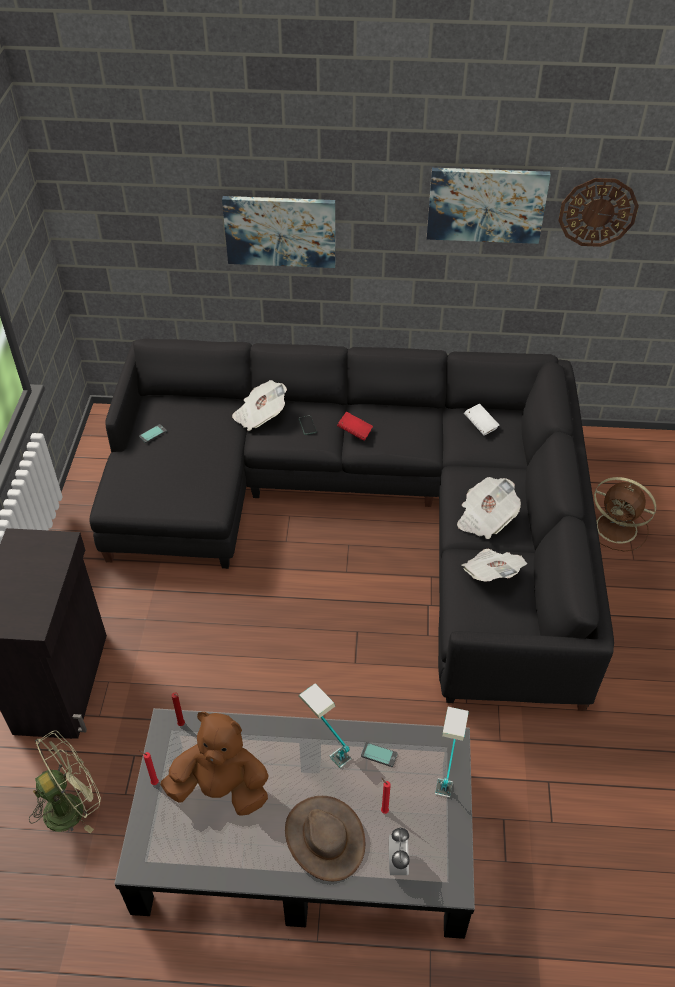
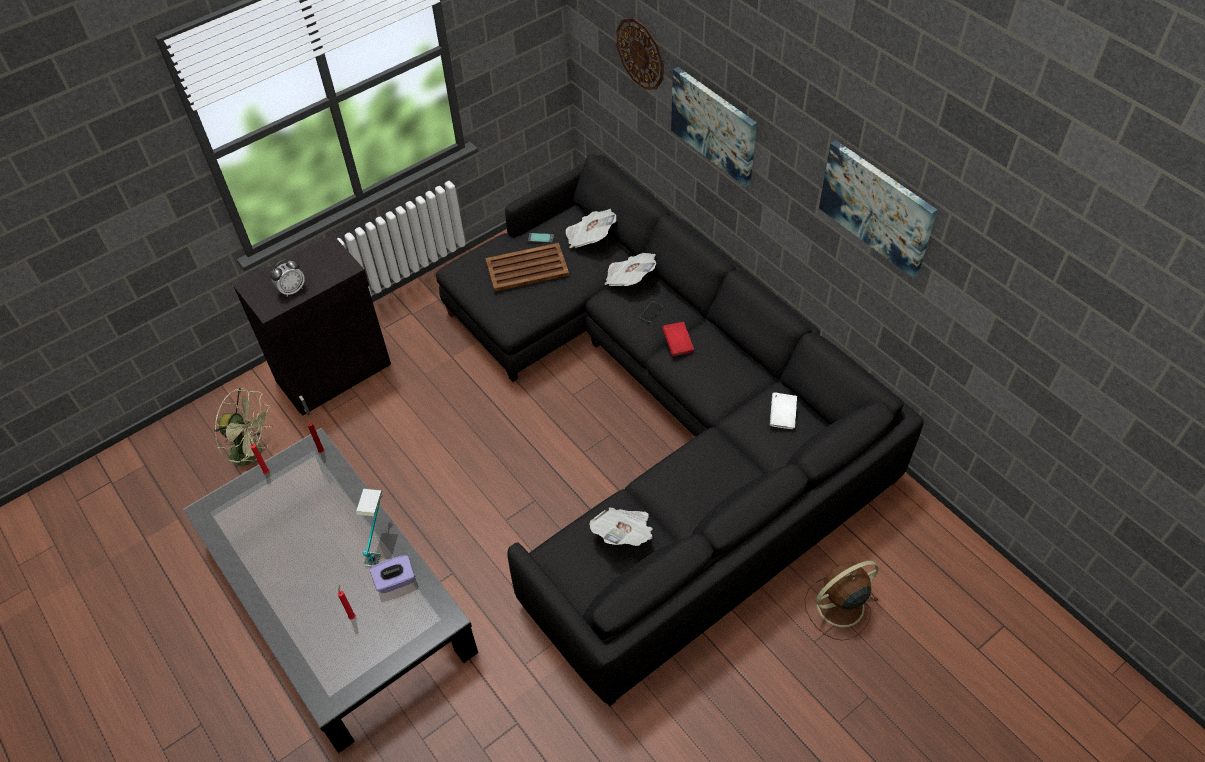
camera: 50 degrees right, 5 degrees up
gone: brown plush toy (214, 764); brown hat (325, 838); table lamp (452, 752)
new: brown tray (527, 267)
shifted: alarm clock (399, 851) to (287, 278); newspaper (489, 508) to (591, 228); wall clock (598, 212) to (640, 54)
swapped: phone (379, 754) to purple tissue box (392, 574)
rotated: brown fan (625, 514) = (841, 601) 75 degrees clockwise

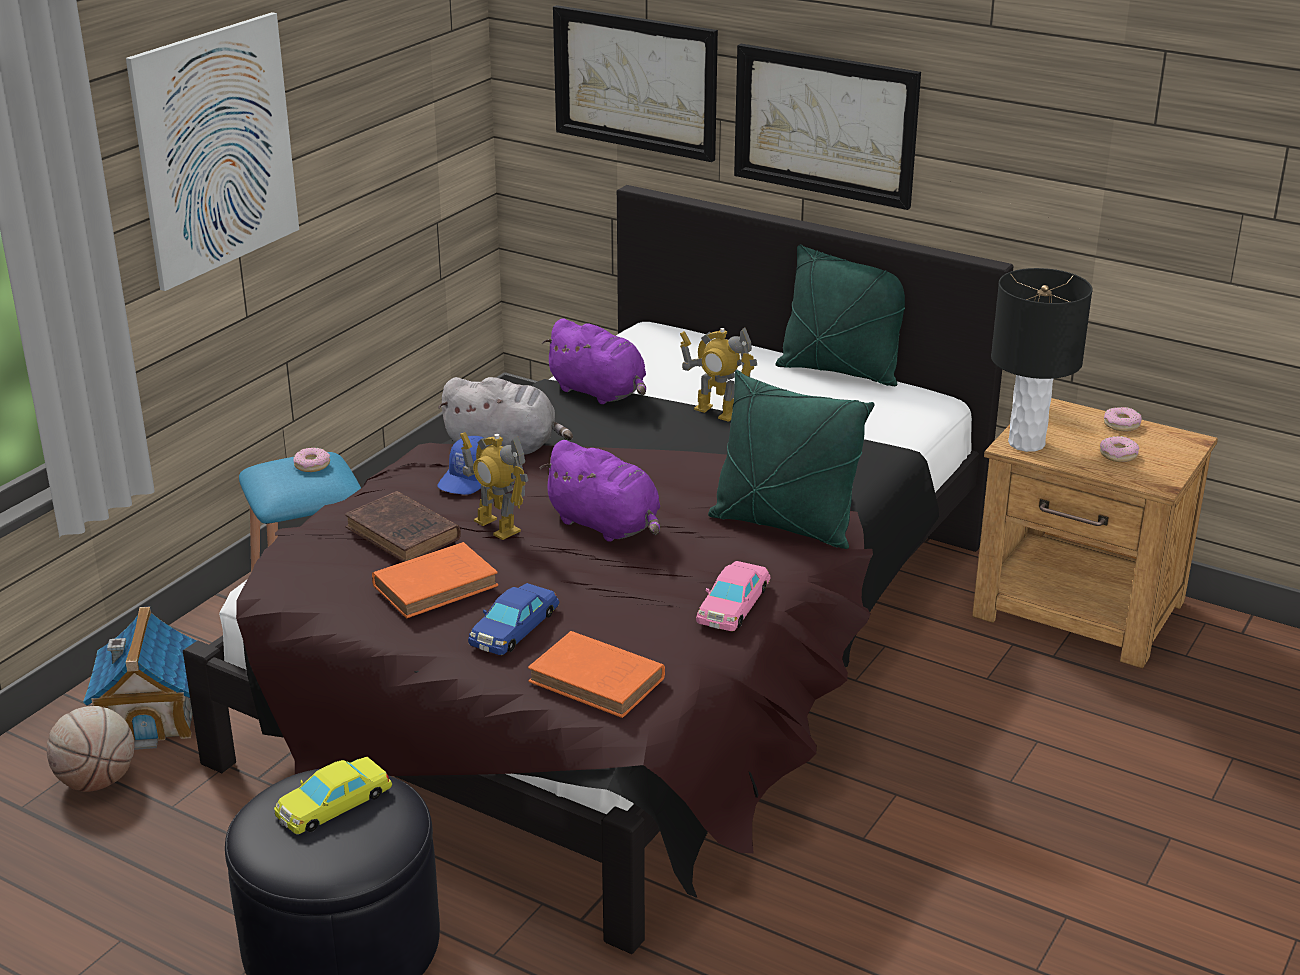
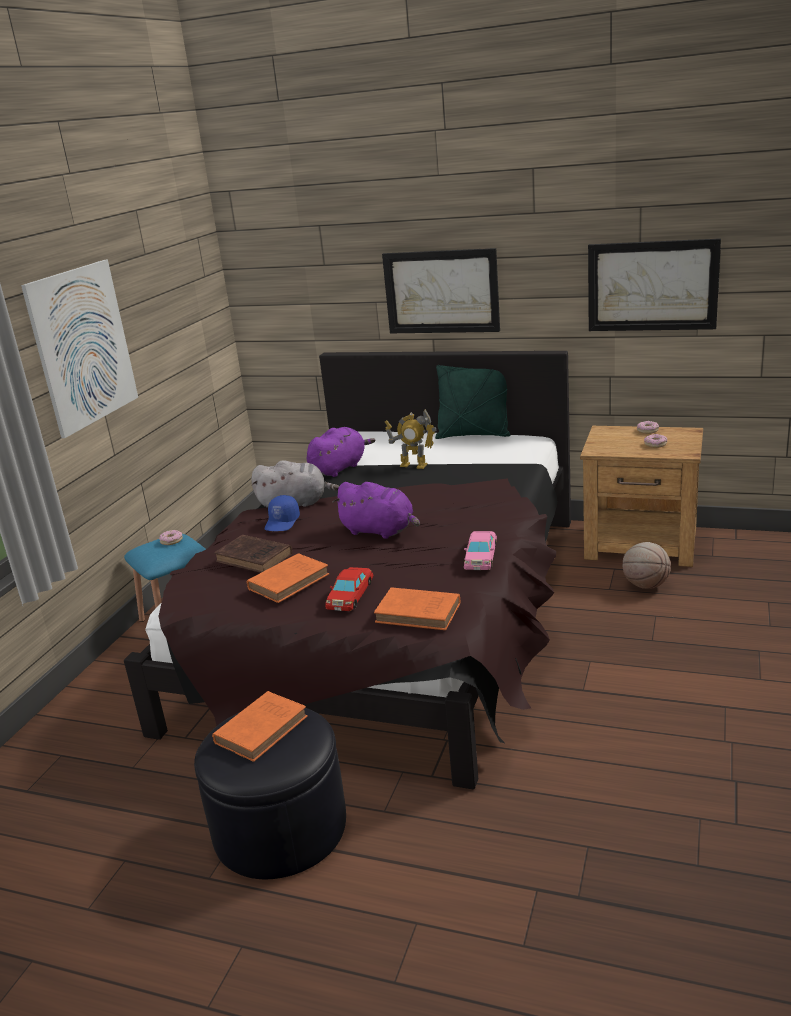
camera: 10 degrees left, 5 degrees down
gone: toy house (140, 678); toy robot (494, 486); green pillow (791, 459); black table lamp (1041, 360)
shifted: basketball (90, 749) to (647, 565); picture (635, 83) to (654, 284)
swapped: yellow toy car (333, 795) to orange book (260, 726)
repainted: blue toy car (513, 619) to red toy car (349, 589)
rotated: purple plush toy (594, 361) = (341, 452) 75 degrees counterclockwise

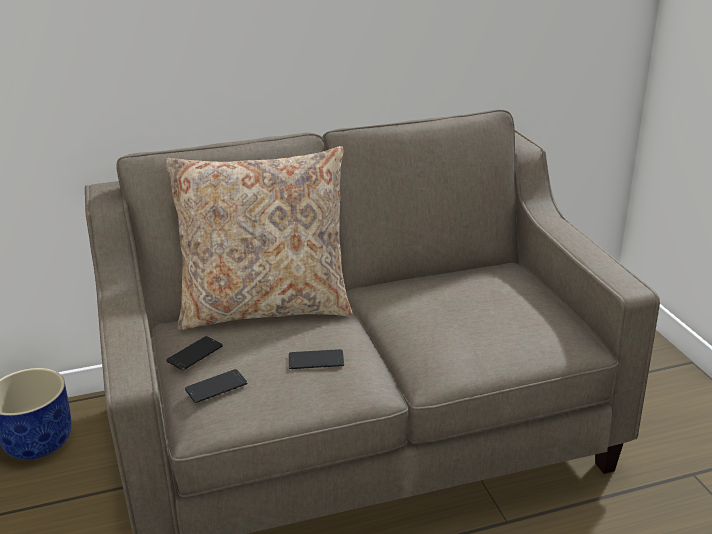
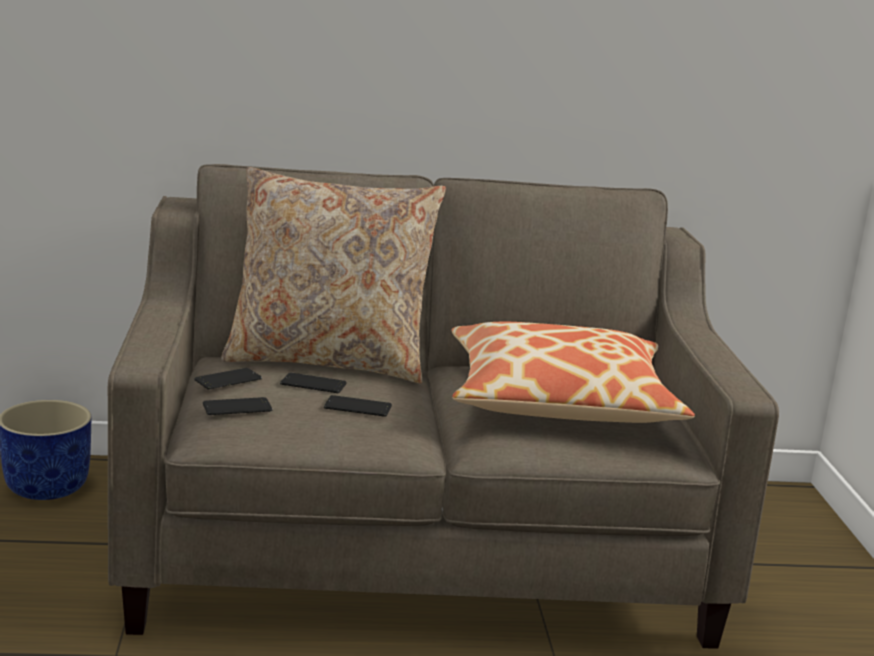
camera: 10 degrees right, 10 degrees down
new: phone (313, 383); pillow (573, 372)

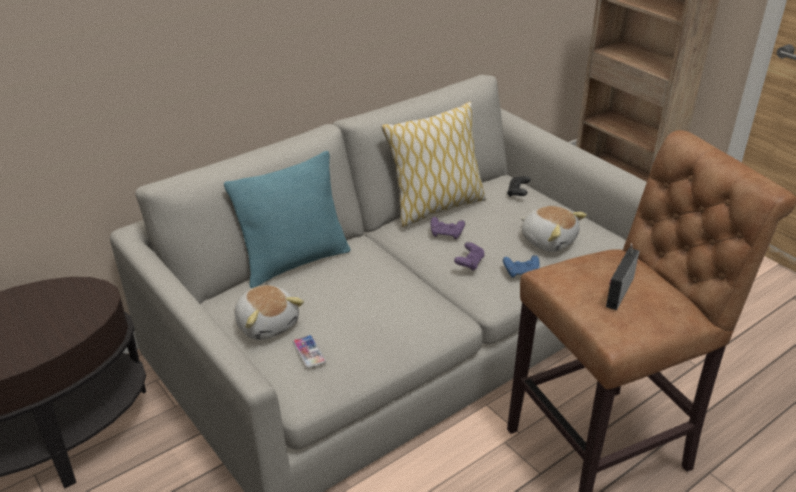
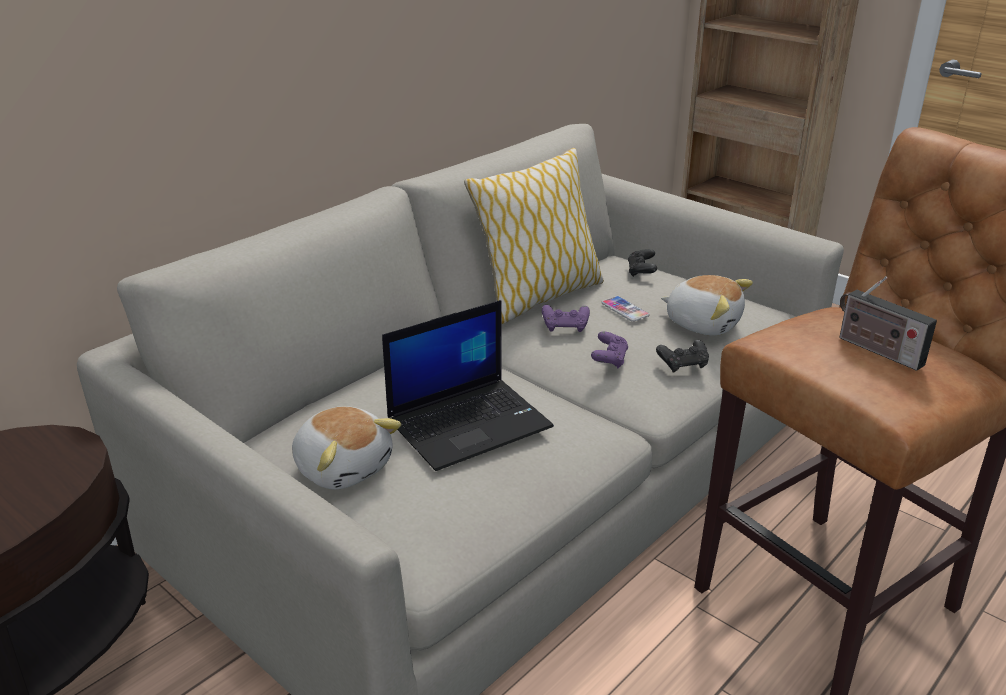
camera: 10 degrees left, 5 degrees down
gone: turquoise pillow (287, 219)
new: laptop (468, 385)
shifted: phone (309, 351) to (625, 309)
repainted: blue game controller (521, 266) to black game controller (682, 356)
rotated: radio (623, 276) = (888, 323) 60 degrees counterclockwise

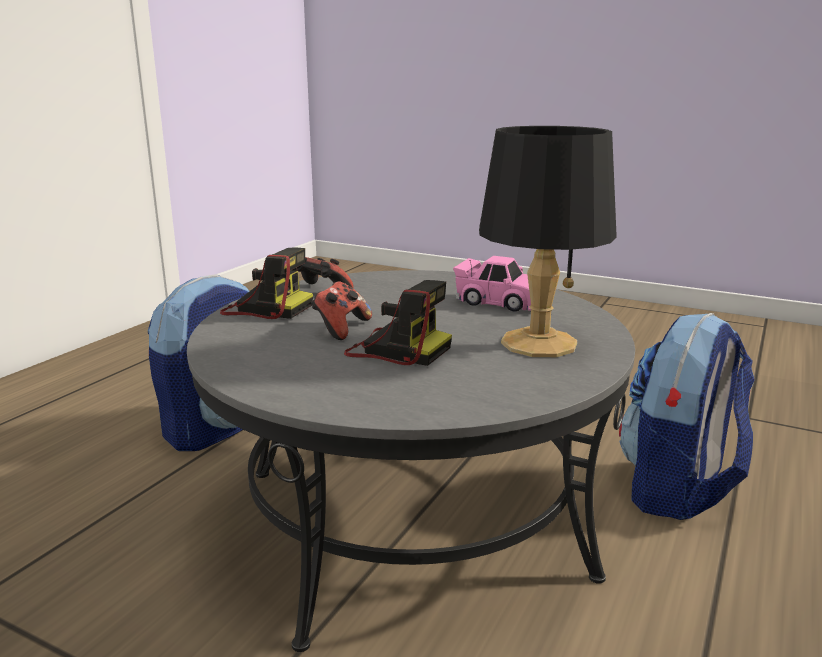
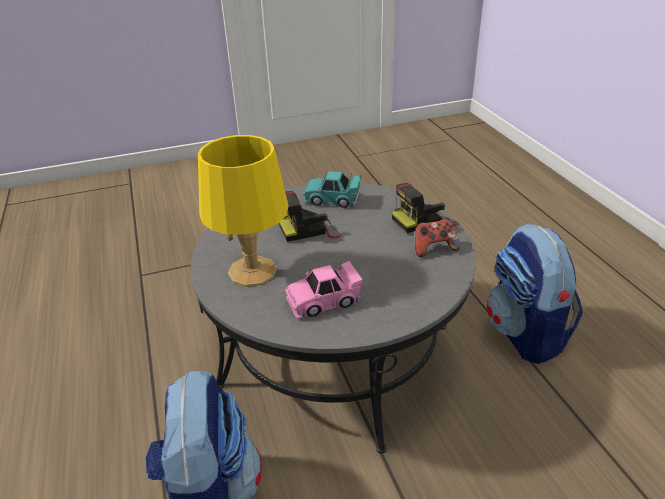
camera: 135 degrees right, 15 degrees up
gone: game controller (341, 310)
new: turquoise toy car (332, 189)
repainted: black table lamp (548, 241) to yellow table lamp (243, 211)

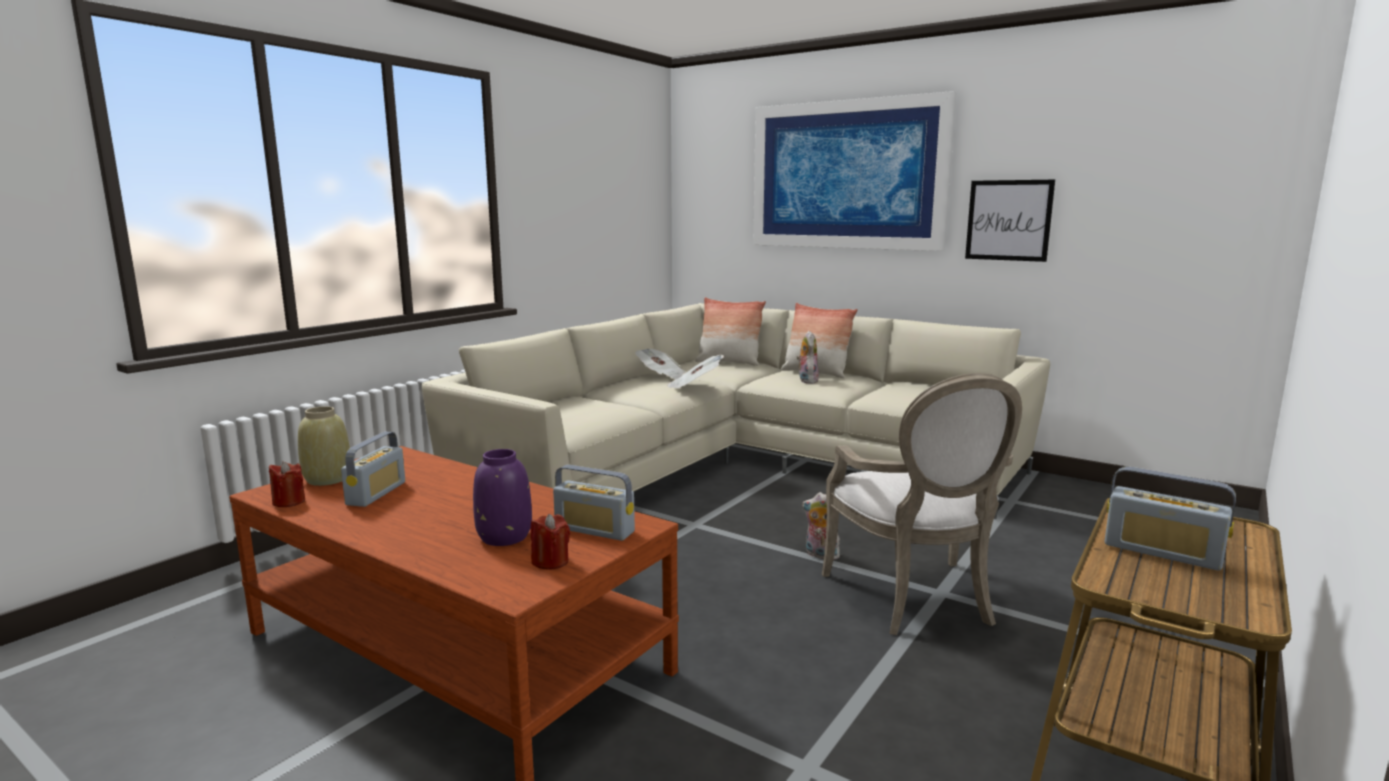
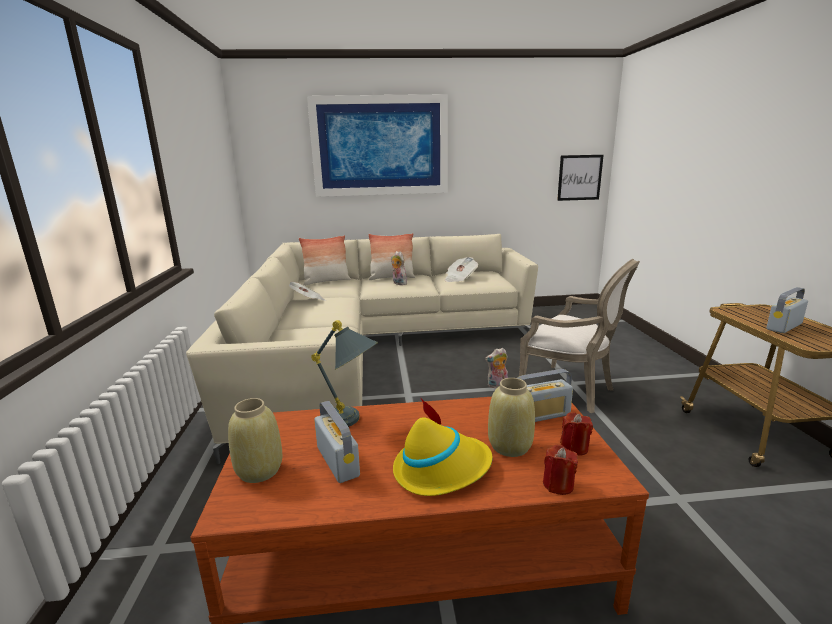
camera: 40 degrees left, 5 degrees up
new: grey table lamp (344, 373); yellow hat (443, 446)
shifted: red candle (287, 484) to (560, 469); newspaper (695, 372) to (461, 269); picture (1010, 221) to (580, 178)
repainted: purple vase (502, 497) to beige vase (511, 417)
rotated: radio (1170, 519) = (787, 310) 150 degrees clockwise

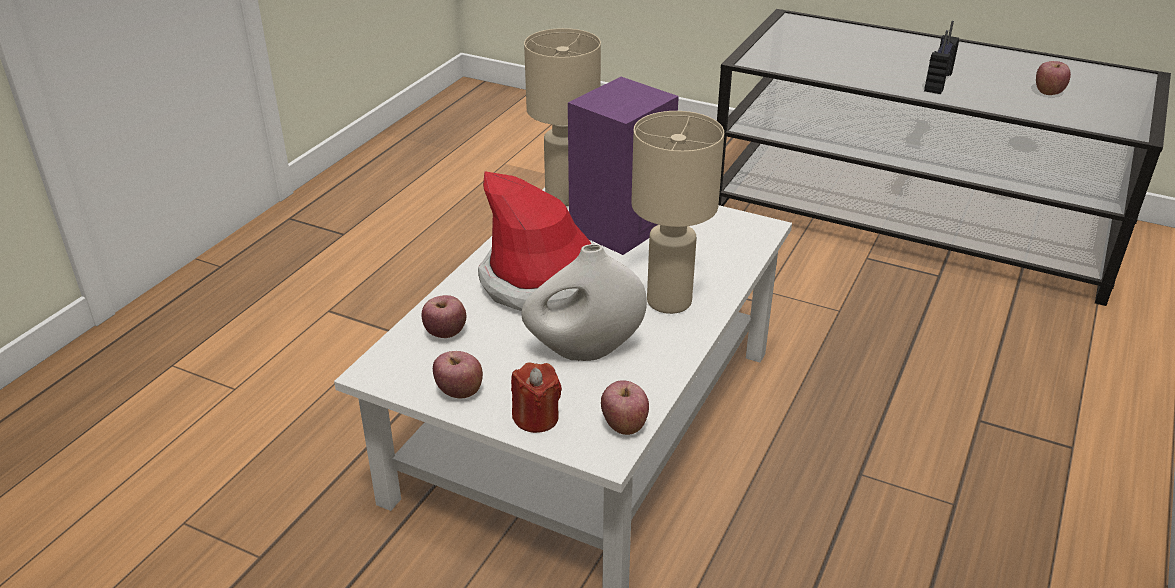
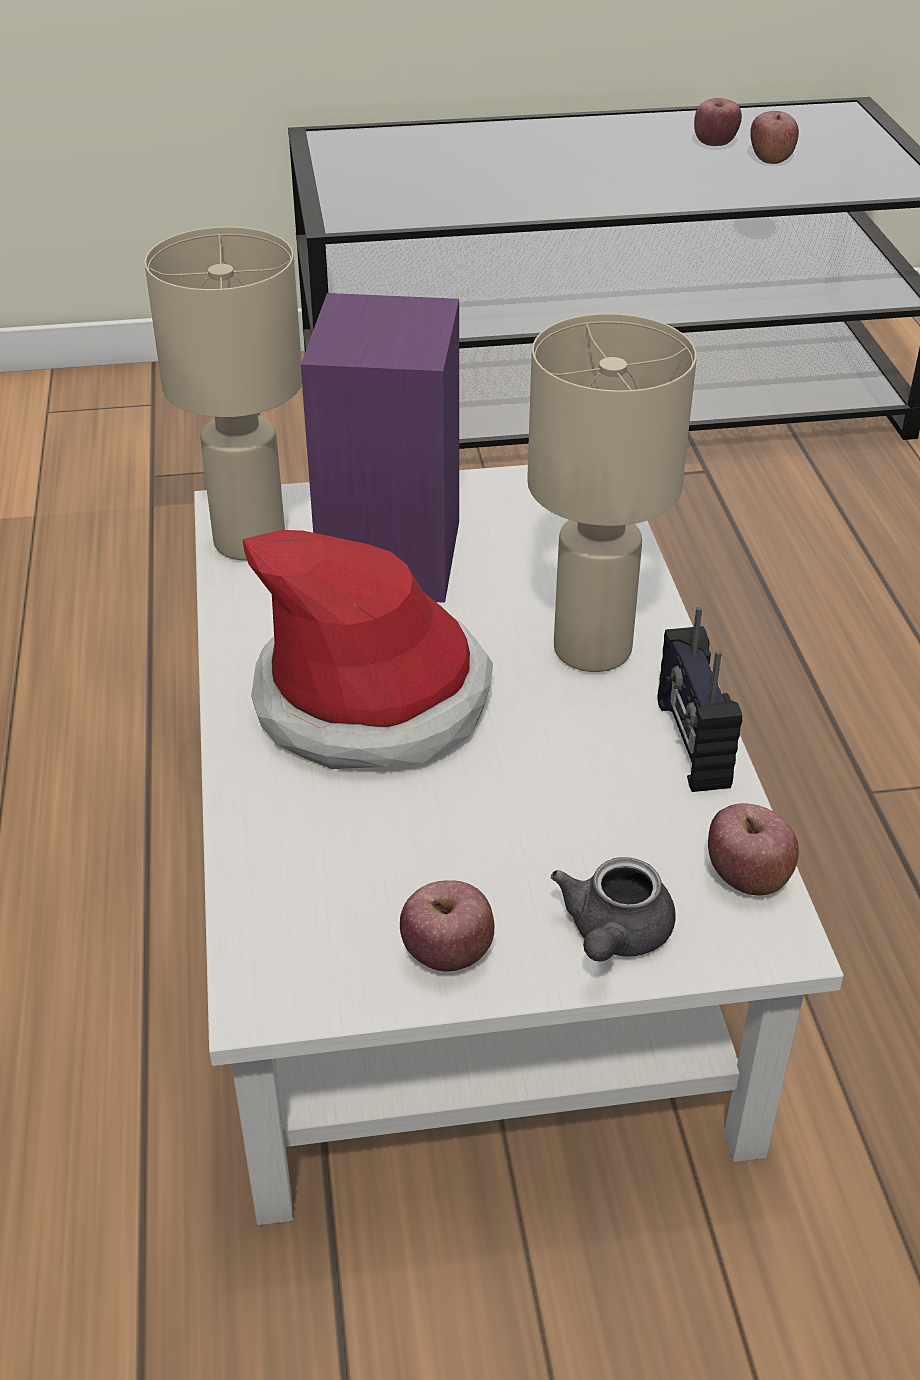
camera: 35 degrees left, 5 degrees up
gone: white vase (584, 302)
shifted: apple (444, 316) to (718, 122); radio (941, 57) to (700, 699)
swapped: red candle (536, 397) to grey teapot (613, 909)

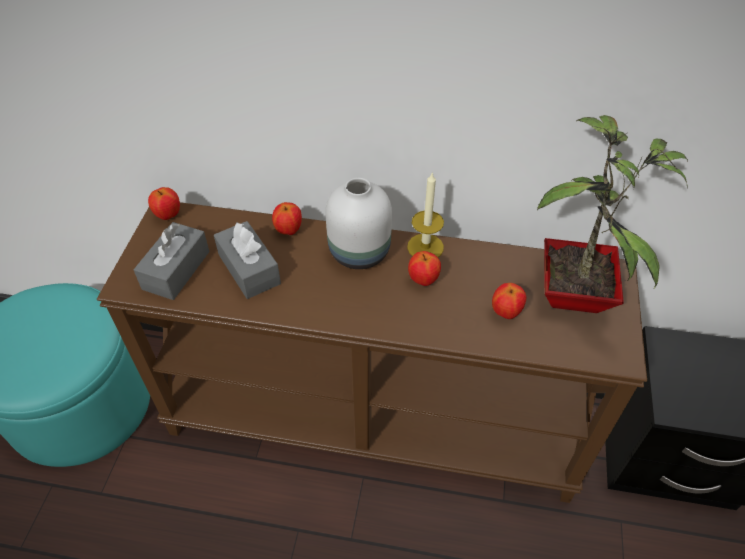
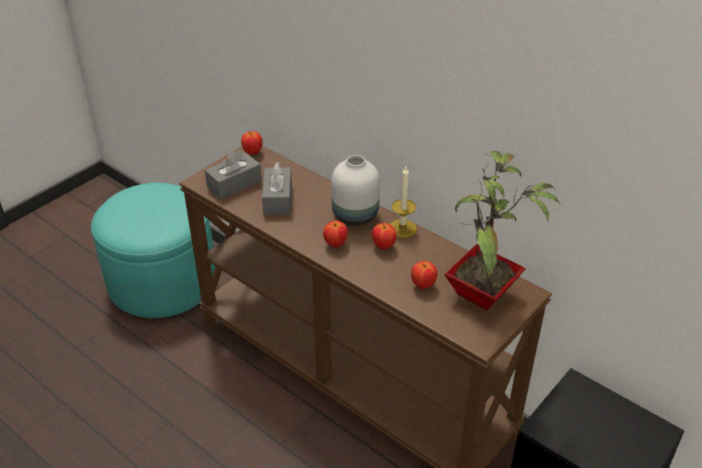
camera: 30 degrees right, 10 degrees down
shifted: apple (287, 218) to (335, 234)

